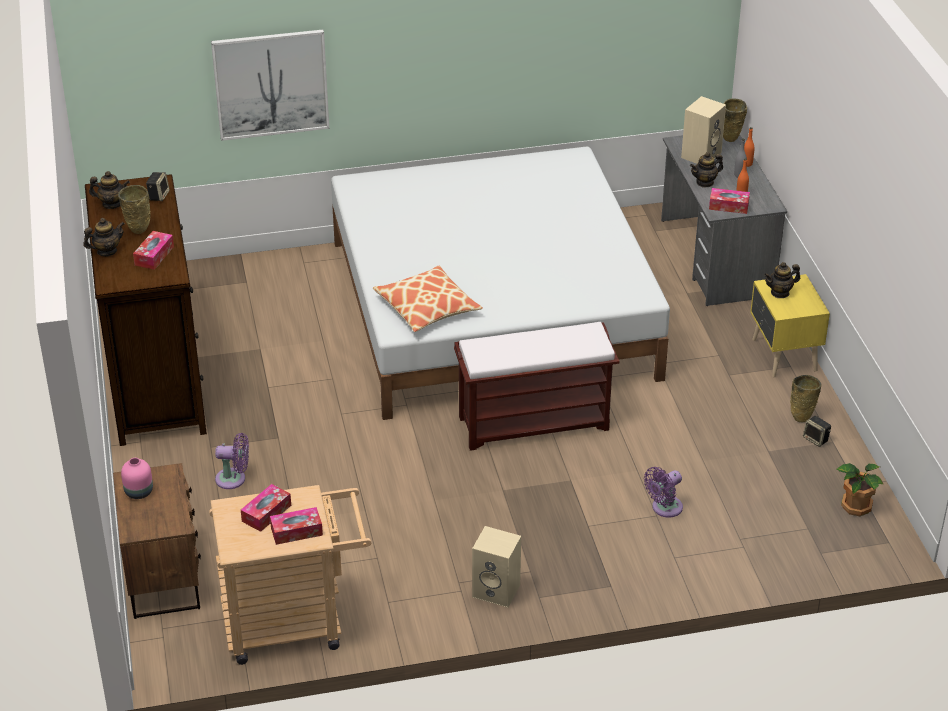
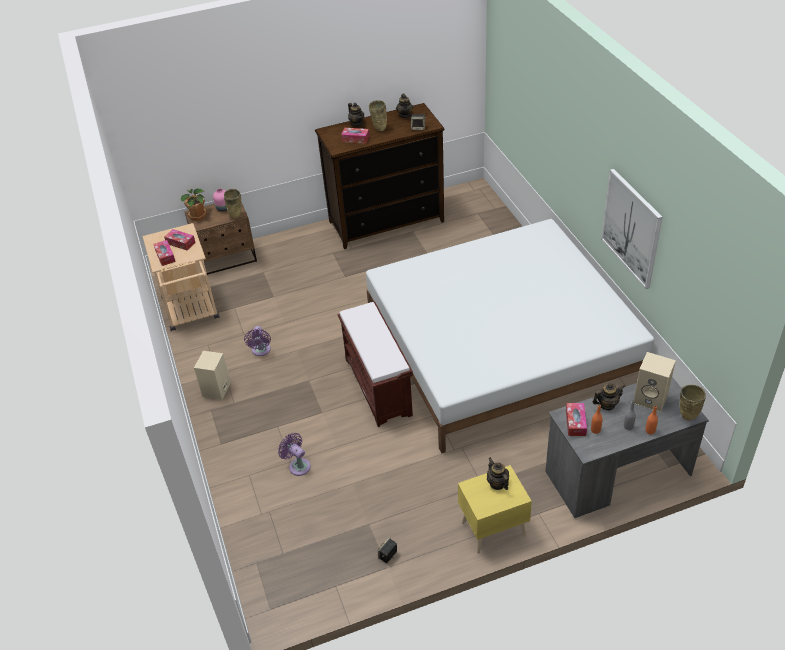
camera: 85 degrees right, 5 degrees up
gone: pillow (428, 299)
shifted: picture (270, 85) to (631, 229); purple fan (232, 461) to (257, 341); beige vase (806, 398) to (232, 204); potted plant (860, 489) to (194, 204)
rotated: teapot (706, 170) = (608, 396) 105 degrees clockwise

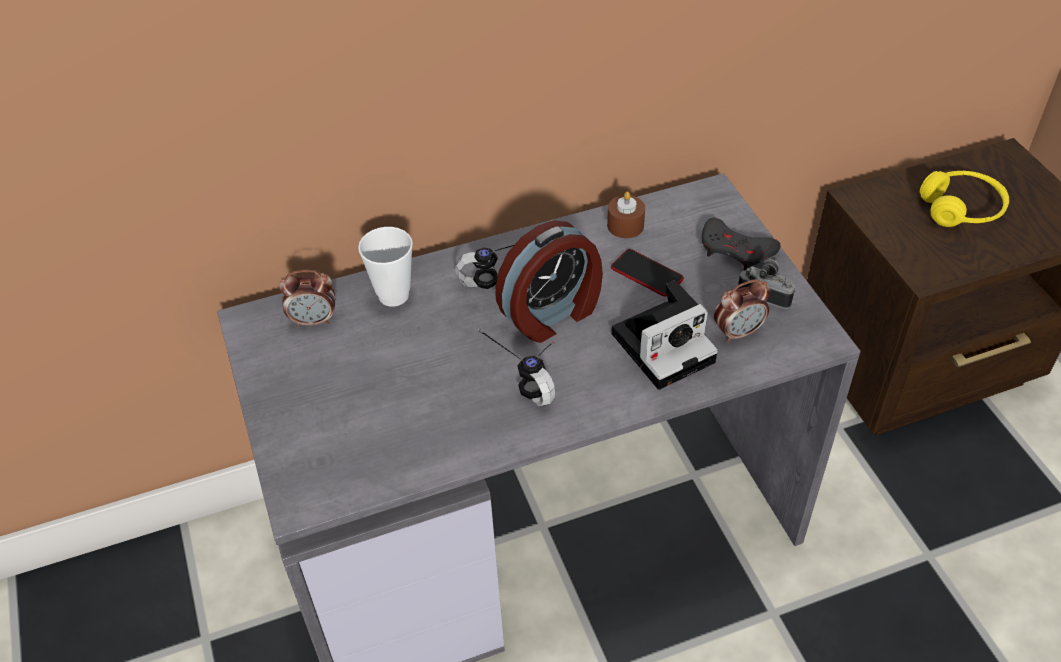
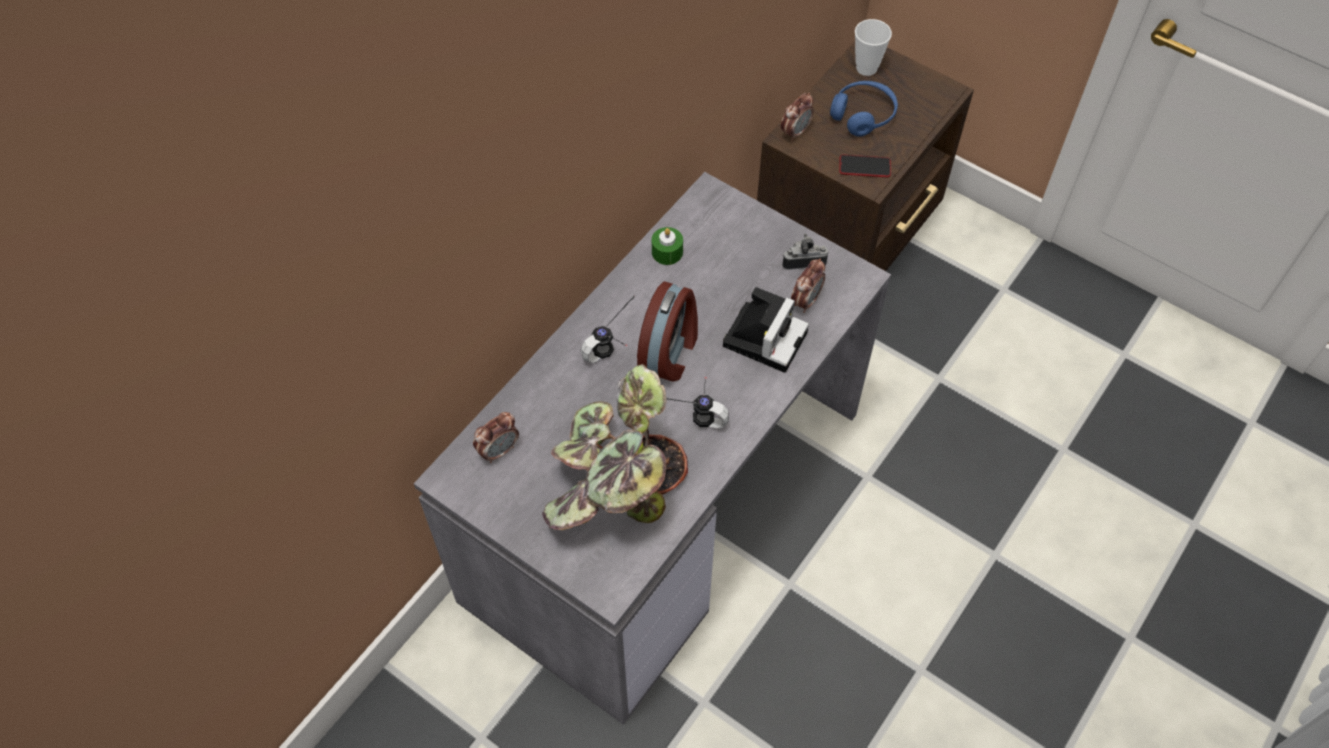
camera: 35 degrees left, 10 degrees up
gone: grey game controller (741, 244)
new: potted plant (615, 447); alarm clock (797, 117)
shifted: cup (385, 267) to (873, 47); phone (647, 272) to (865, 166)
repainted: brown candle (626, 214) to green candle (667, 246); yellow headphones (964, 199) to blue headphones (864, 108)

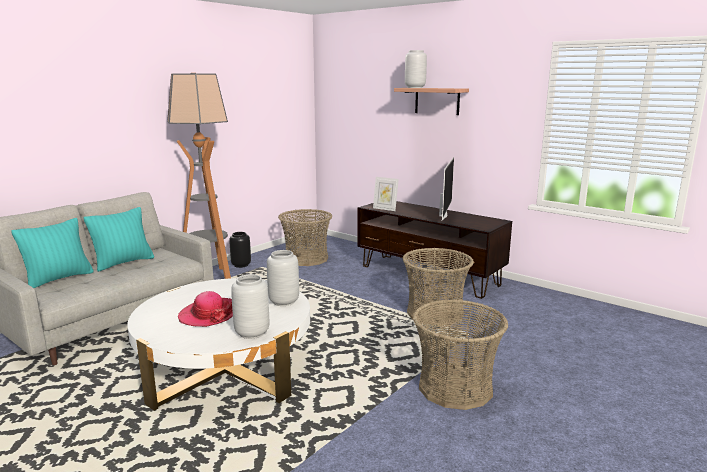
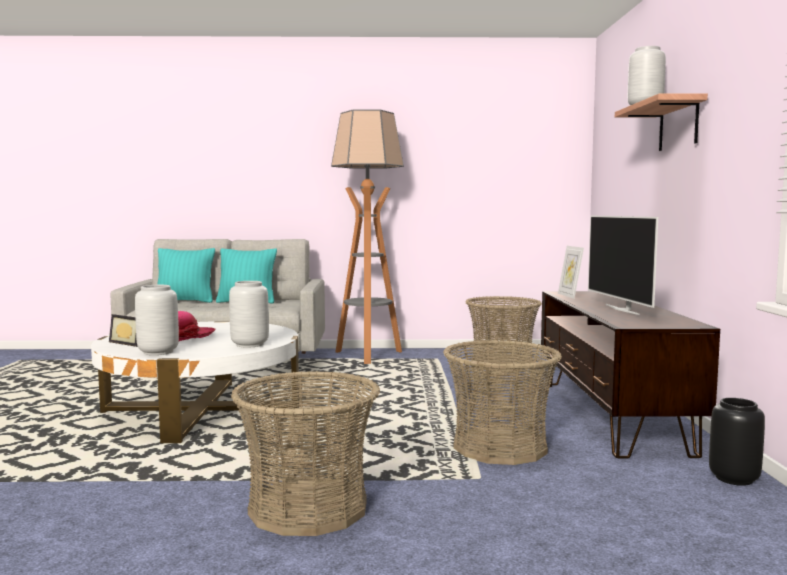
camera: 50 degrees right, 10 degrees down
new: picture frame (123, 330)
shifted: black vase (240, 250) to (737, 442)
rotated: television (446, 188) = (623, 265) 105 degrees clockwise

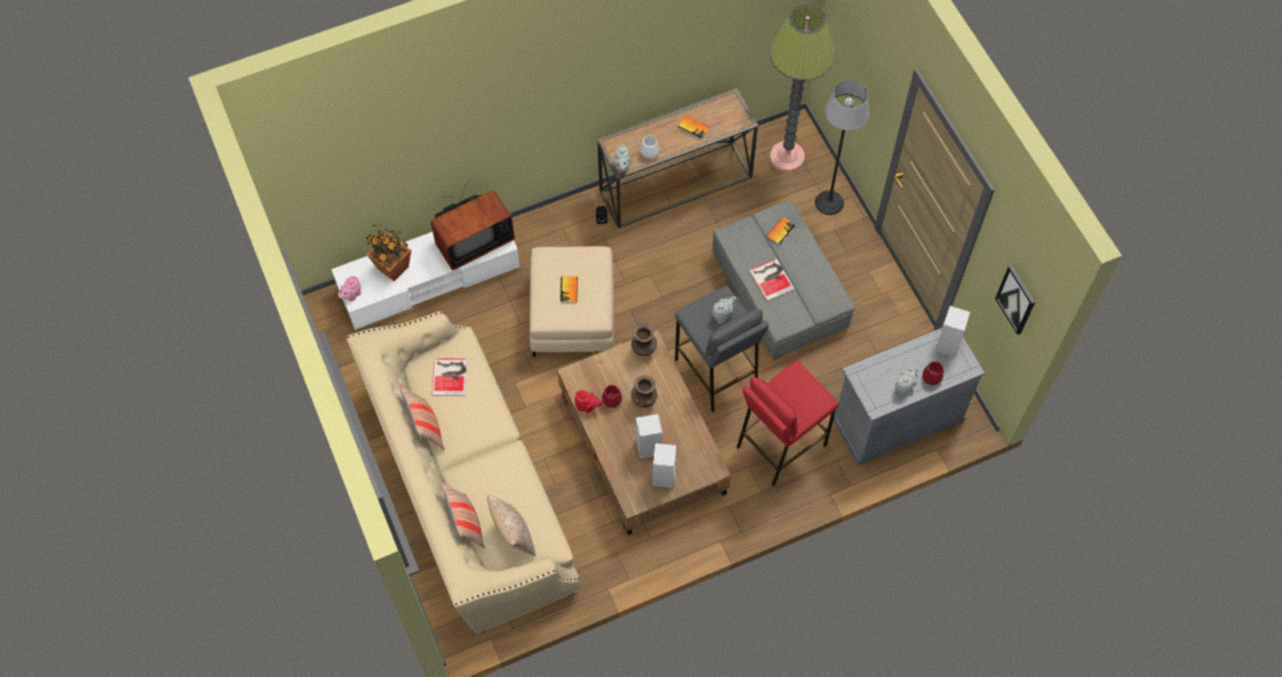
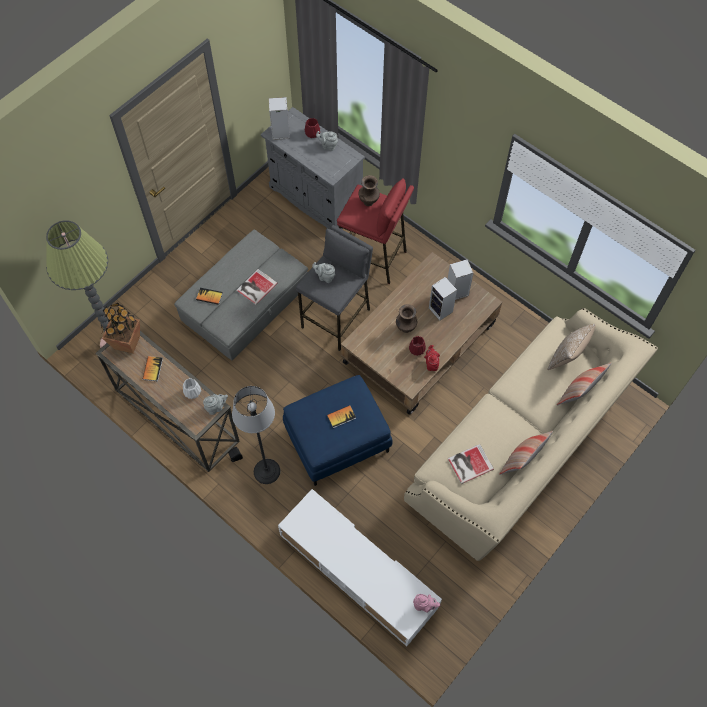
camera: 115 degrees left, 0 degrees up
gone: television (473, 224); picture (1015, 300)
shifted: potted plant (389, 253) to (120, 328); brown vase (644, 340) to (369, 190); floor lamp (842, 147) to (256, 435)
repainted: beige ottoman (571, 301) to blue ottoman (338, 430)

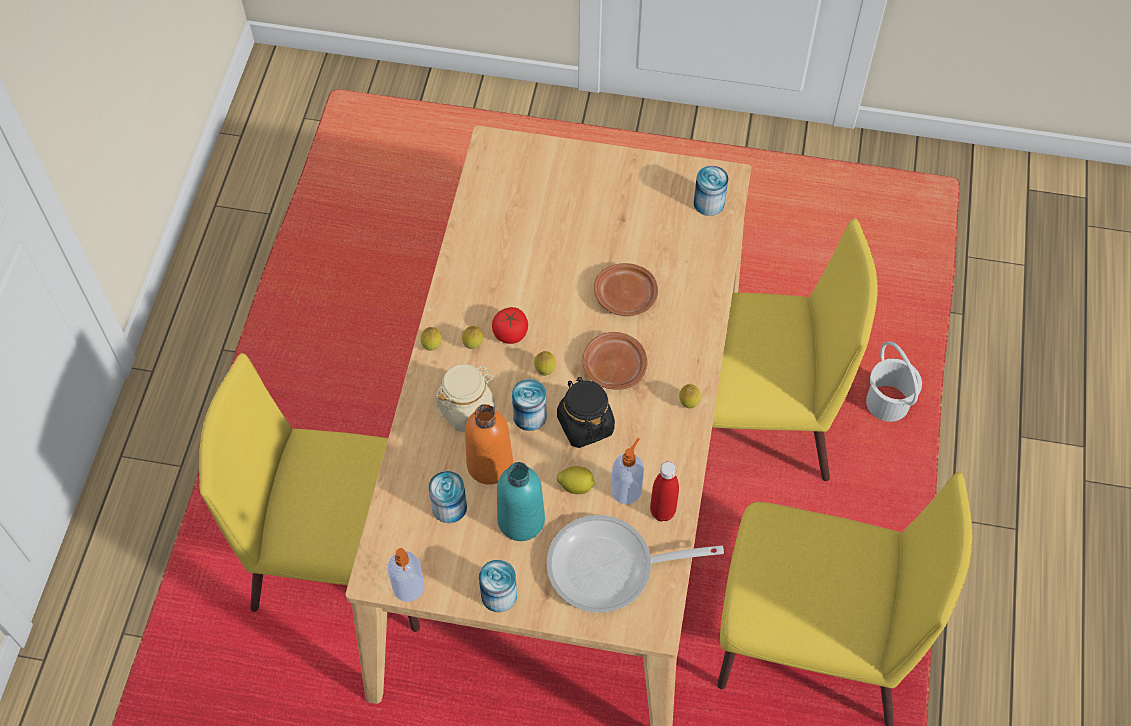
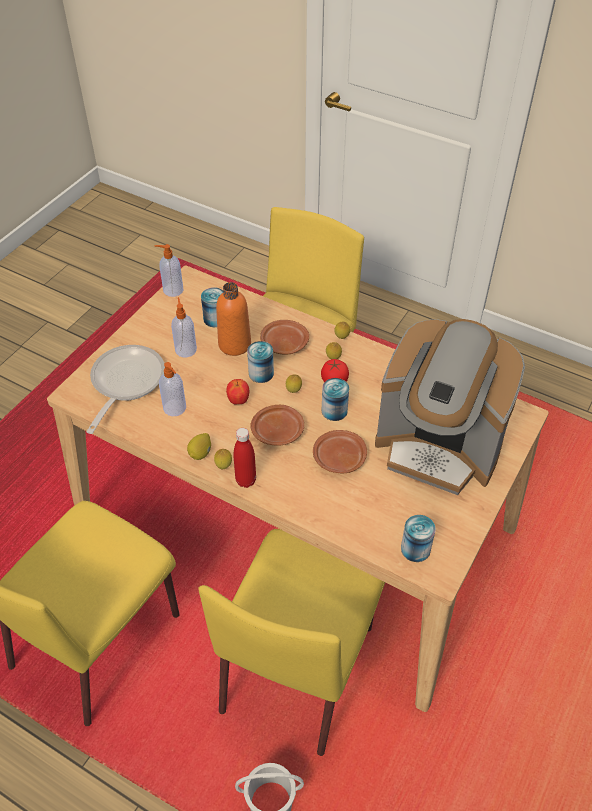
camera: 110 degrees right, 10 degrees down
new: coffee machine (450, 407)
shifted: can (498, 586) to (335, 399); lemon (576, 480) to (199, 446); red bottle (664, 491) to (244, 458)
swapped: beige jar (465, 398) to brown plate (284, 337); turquoise bottle (521, 501) to soap dispenser (184, 327); black jar (586, 412) to apple (237, 392)

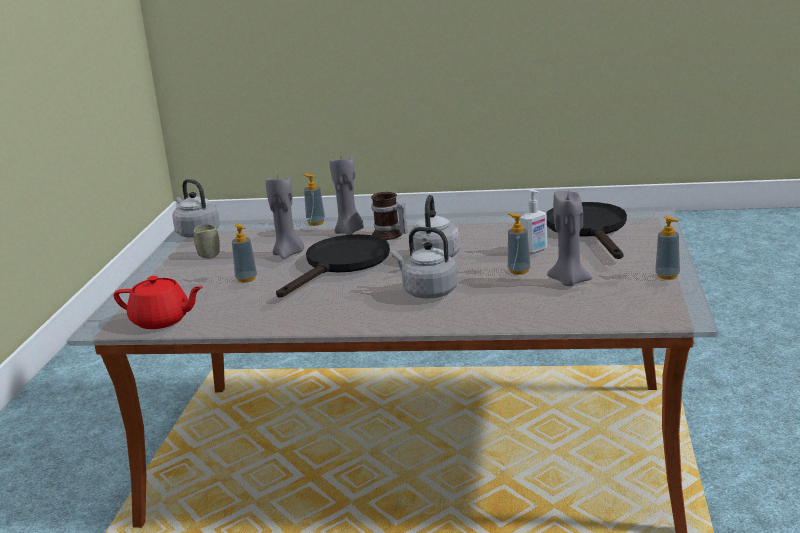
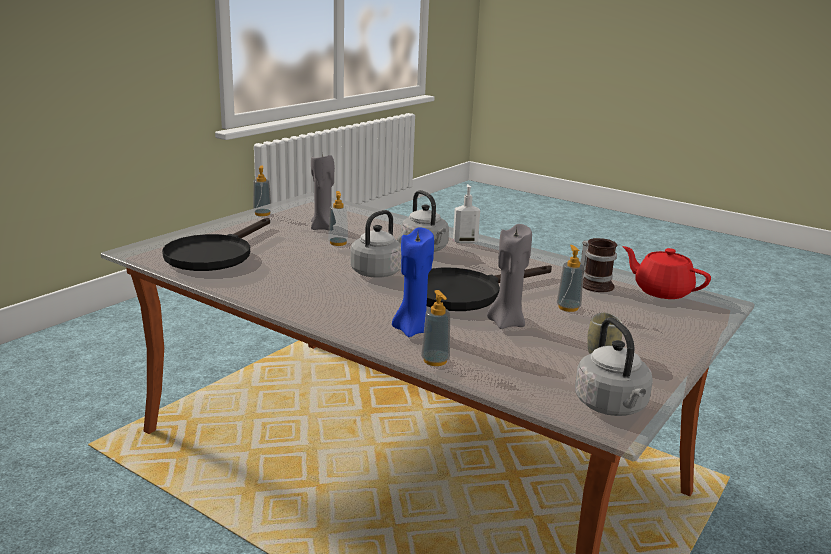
camera: 155 degrees left, 0 degrees up
shifted: mug (389, 216) to (599, 265); soap dispenser (533, 221) to (466, 213)
repainted: grey candle (346, 196) to blue candle (413, 282)

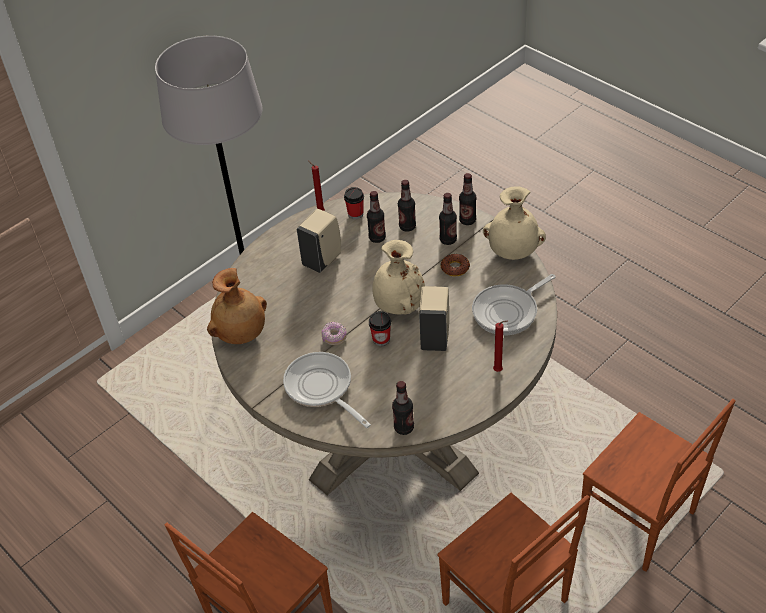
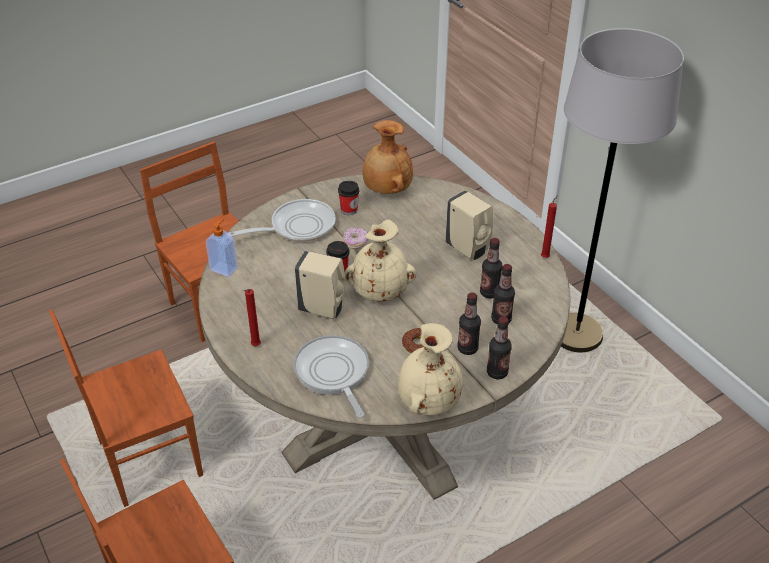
camera: 100 degrees right, 5 degrees down
shifted: cup (354, 203) to (348, 198)
swapped: bottle (403, 408) to soap dispenser (222, 248)

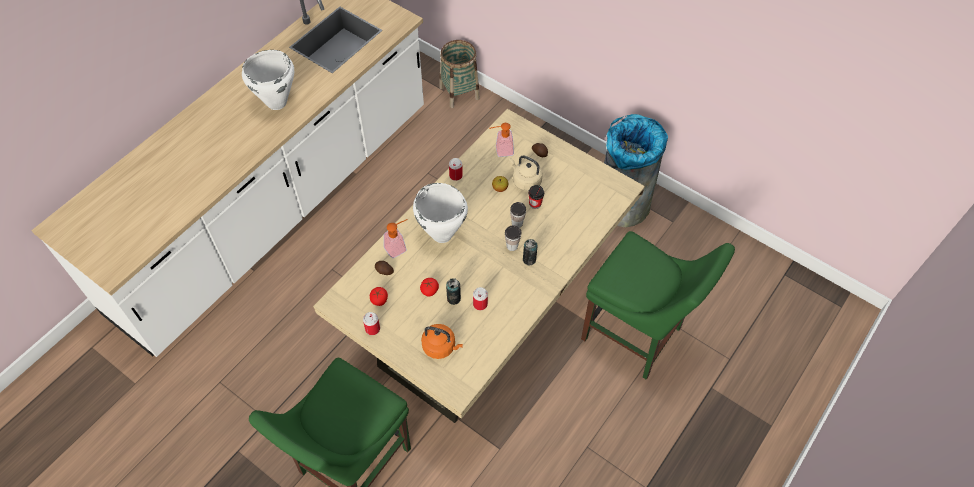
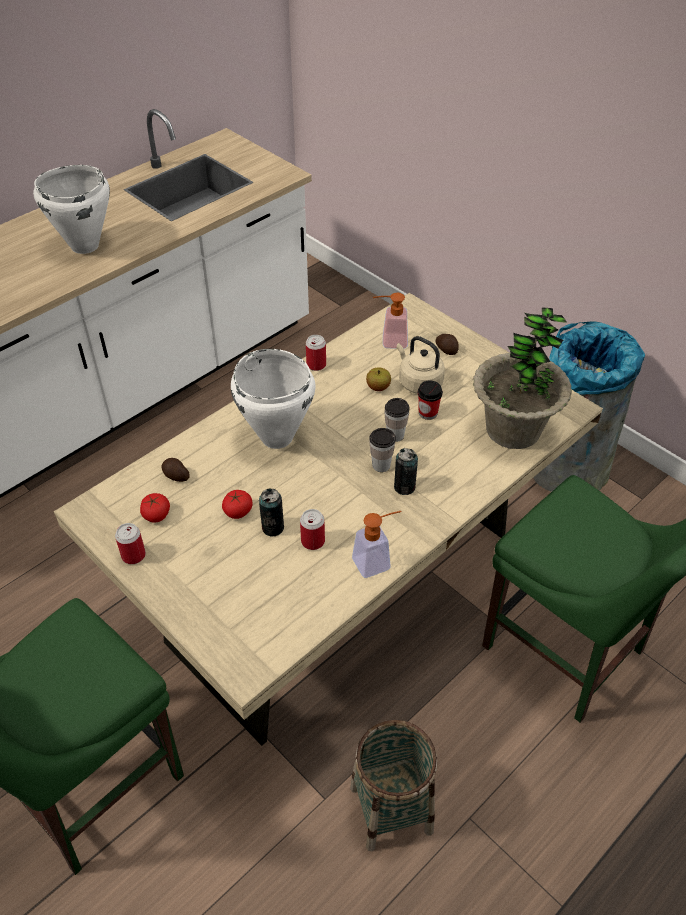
camera: 10 degrees right, 10 degrees down
gone: orange kettle (442, 341)
new: potted plant (522, 378)
shifted: soap dispenser (396, 238) to (376, 544); basket (459, 74) to (393, 785)

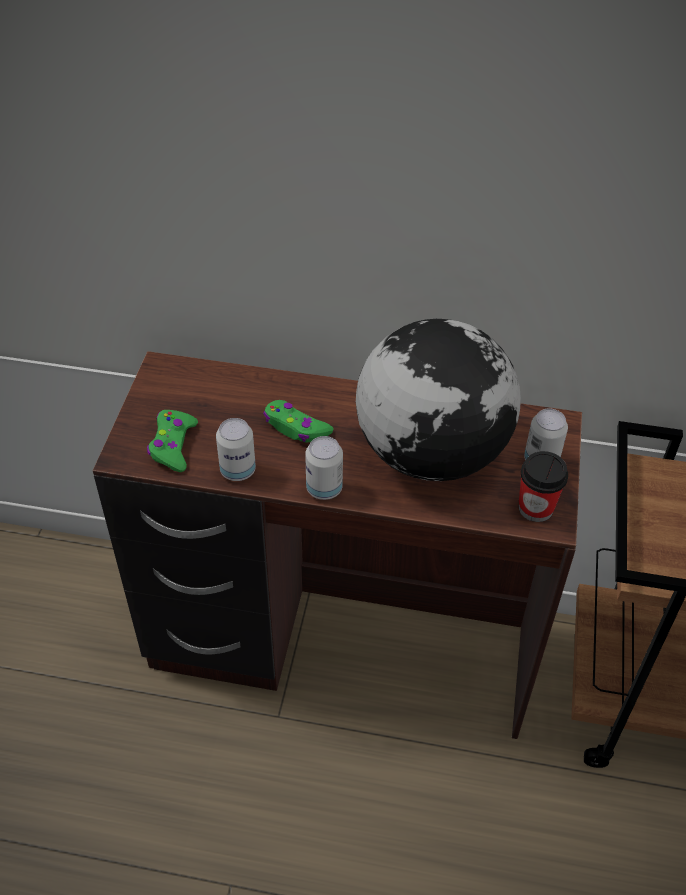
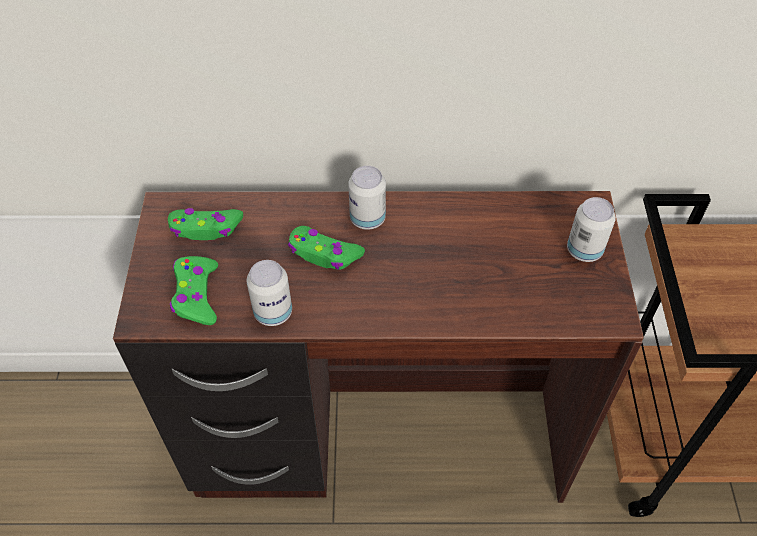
camera: 10 degrees left, 5 degrees up
gone: globe (438, 400); cup (543, 486)
new: green game controller (205, 224)
shifted: can (324, 468) to (367, 198)

